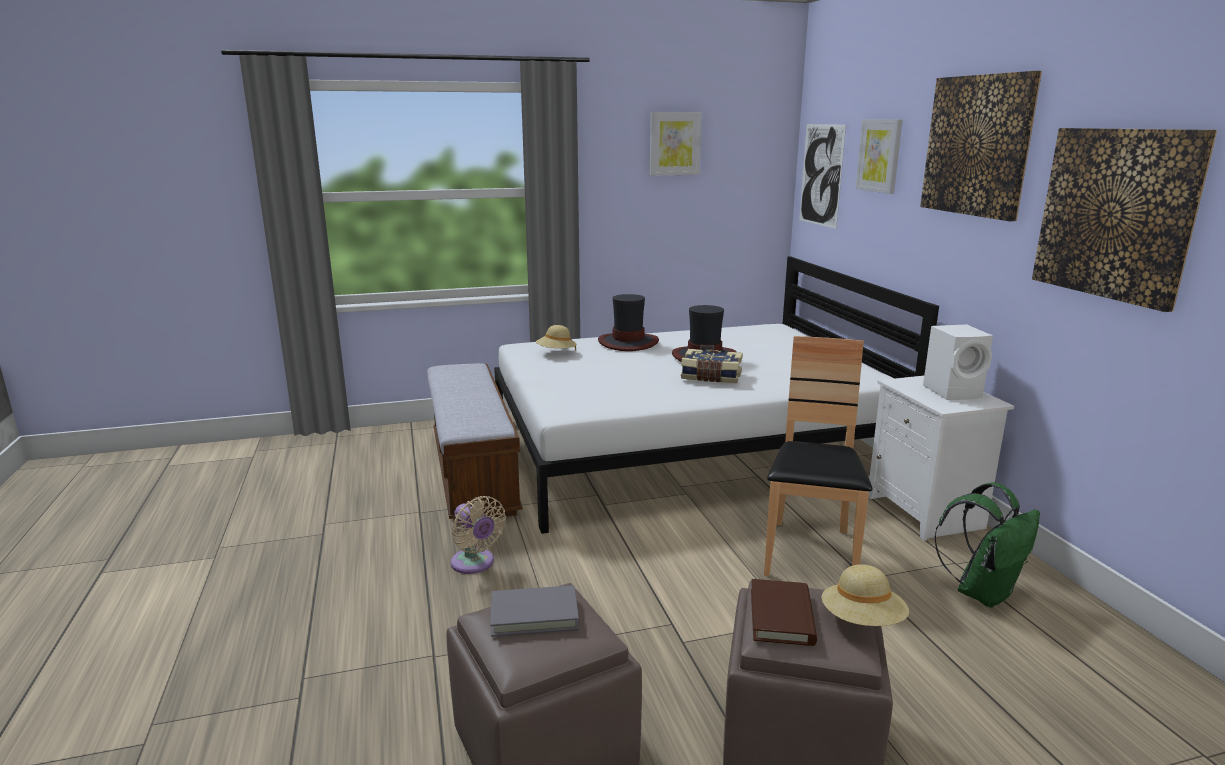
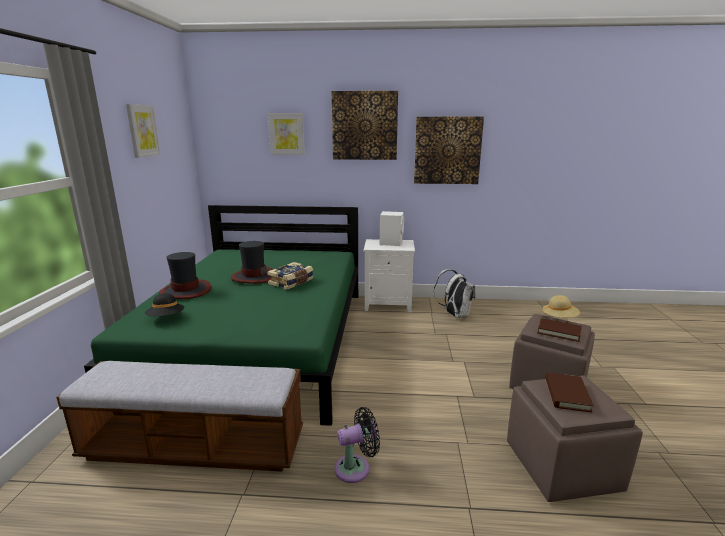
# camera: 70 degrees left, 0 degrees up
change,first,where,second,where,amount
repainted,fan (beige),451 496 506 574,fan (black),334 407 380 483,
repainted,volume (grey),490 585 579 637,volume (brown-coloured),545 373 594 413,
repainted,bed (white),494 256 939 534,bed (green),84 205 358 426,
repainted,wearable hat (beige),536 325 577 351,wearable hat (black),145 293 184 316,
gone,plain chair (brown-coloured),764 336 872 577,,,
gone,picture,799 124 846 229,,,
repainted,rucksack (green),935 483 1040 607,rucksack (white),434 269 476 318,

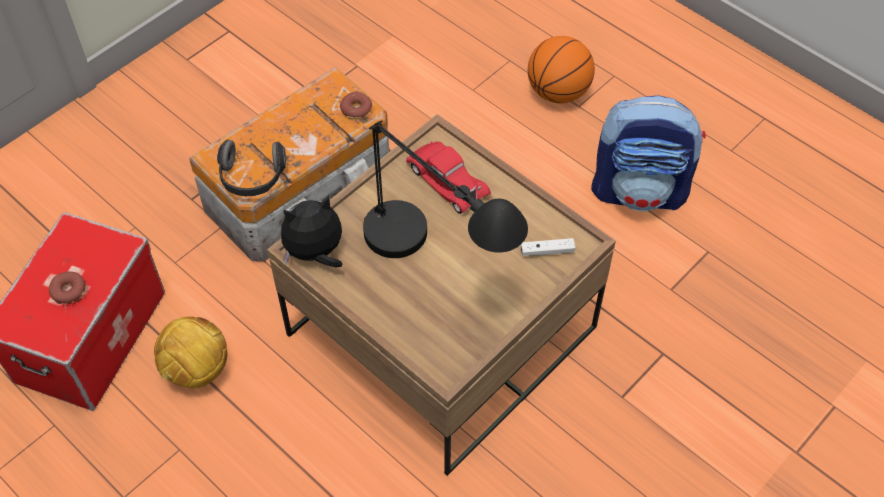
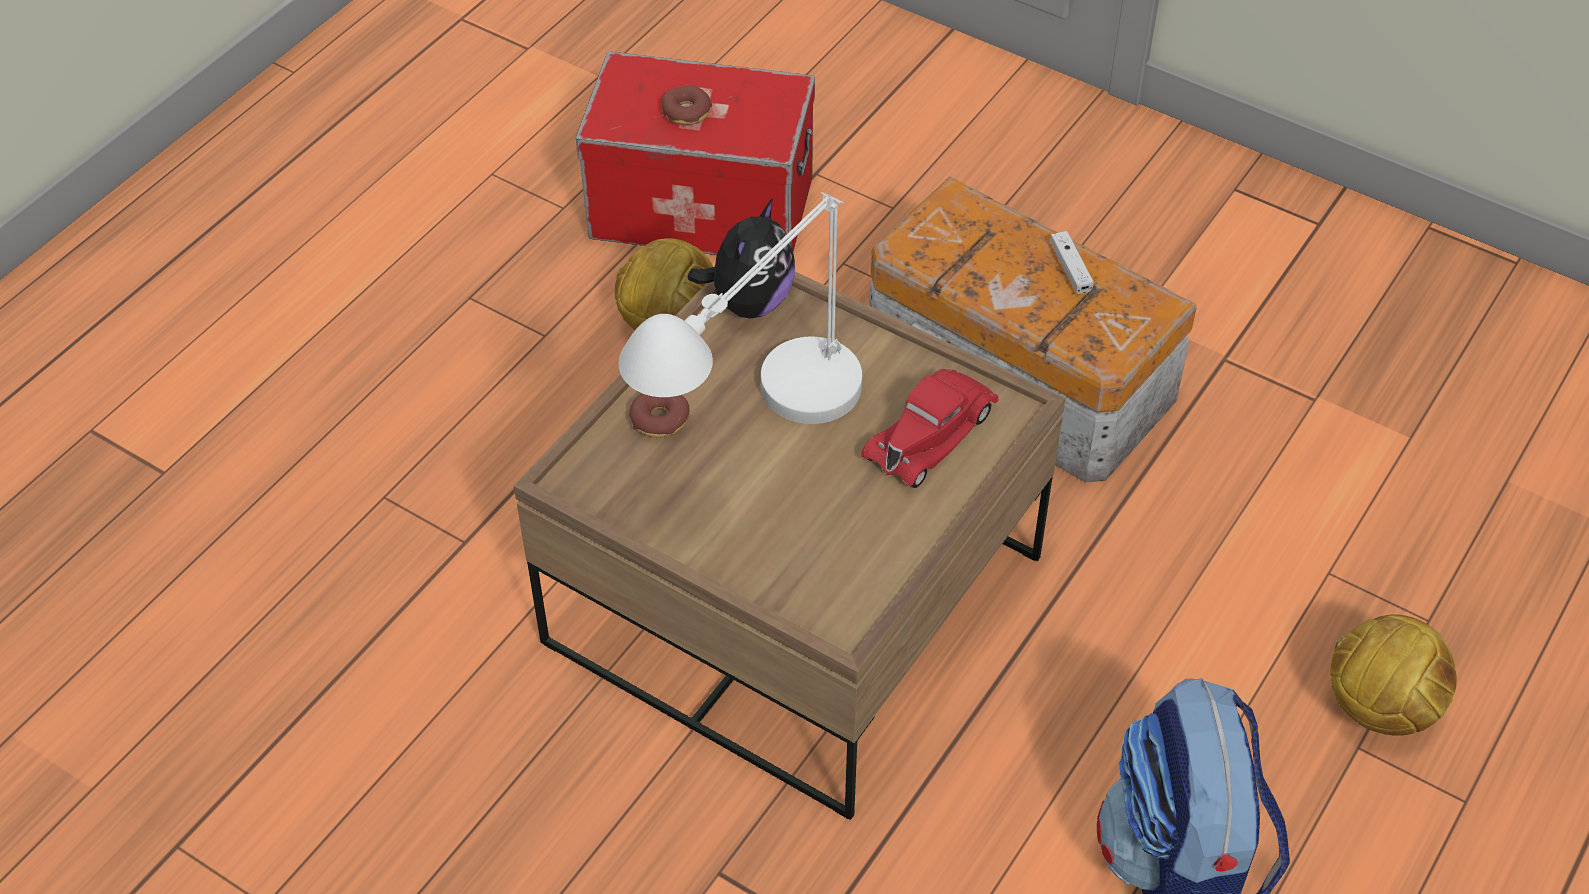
# camera: 80 degrees right, 5 degrees down
change,first,where,second,where,amount
gone,headset,217 139 286 196,,,
rotated,plush toy,281 195 342 268,,688 198 795 318,60 degrees clockwise
shifted,donut,340 91 372 120,,630 393 690 438,
repainted,tabletop lamp (black),363 121 528 258,tabletop lamp (white),619 192 862 424,
shifted,gamepad (white),521 238 575 256,,1050 231 1094 294,
swapped,basketball ball,528 36 595 103,football ball,1330 614 1457 736,

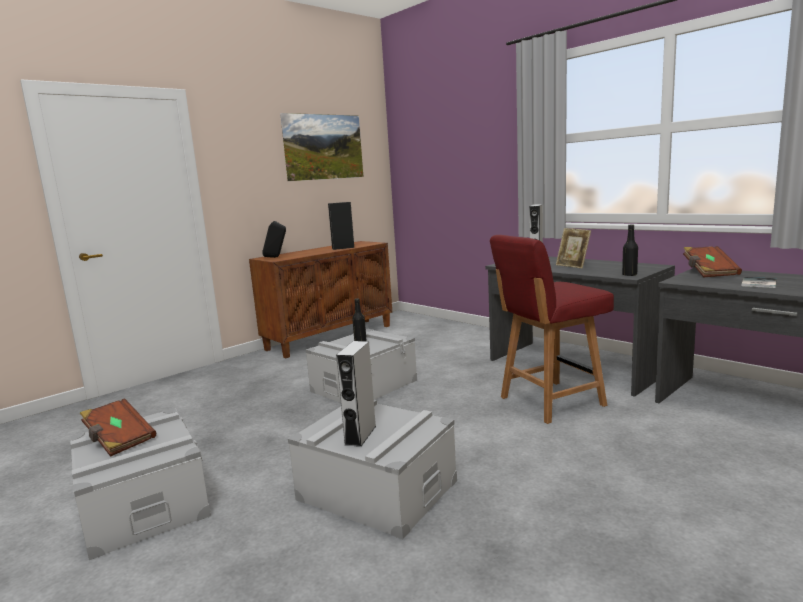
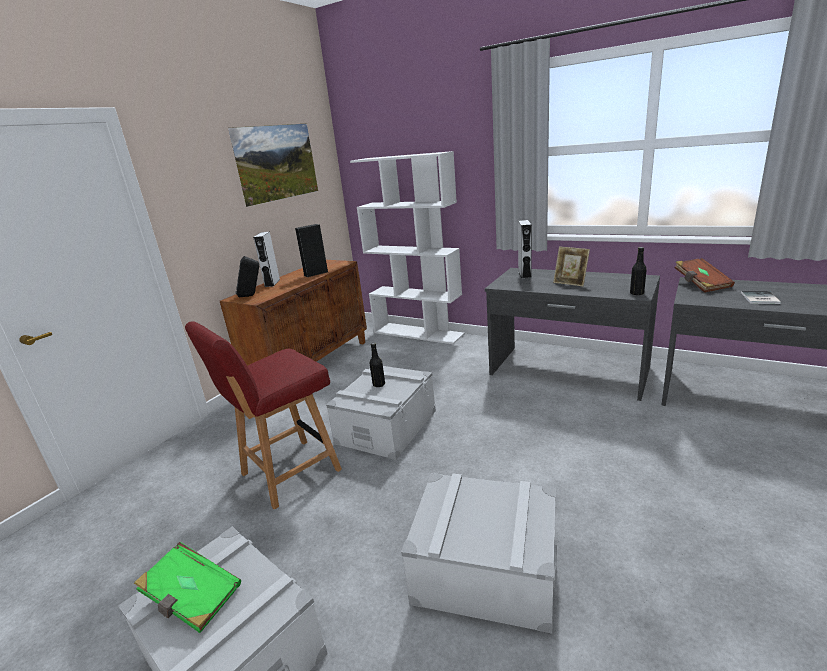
# camera: 15 degrees left, 10 degrees up
change,first,where,second,where,amount
repainted,volume (brown-coloured),80 398 156 457,volume (green),134 542 241 633,
shifted,speaker (grey),336 341 376 447,,253 232 280 287,
shifted,plain chair (red),490 235 614 424,,185 321 342 510,
new,,,bookcase (white),350 151 465 344,

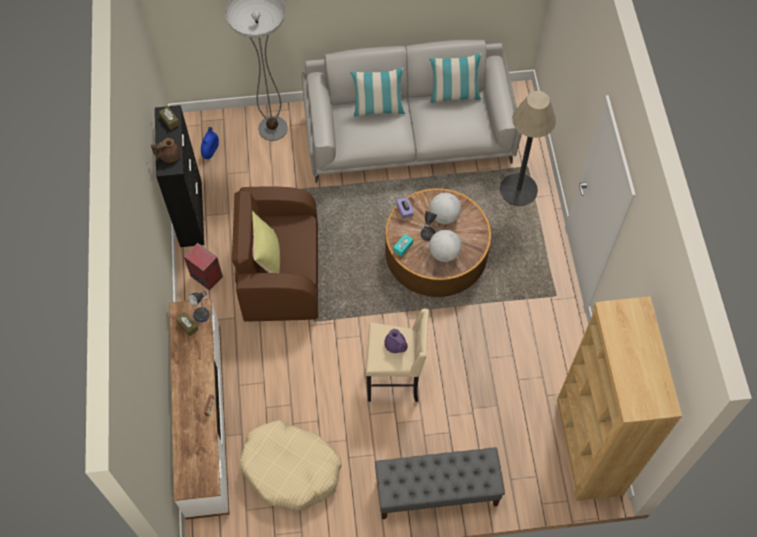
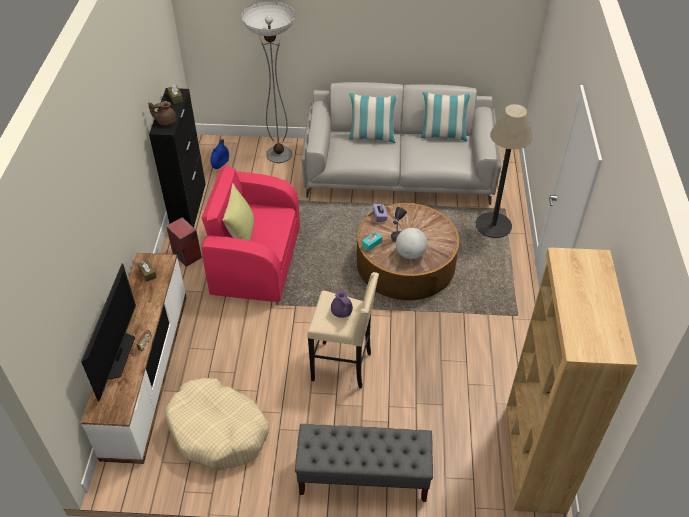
# camera: 10 degrees right, 15 degrees down
change,first,where,second,where,amount
gone,tabletop lamp,188 291 210 323,,,
repainted,lounge chair (brown-coloured),232 187 318 322,lounge chair (pinkish),201 166 300 302,
gone,globe,429 193 461 224,,,
new,,,TV,81 264 136 401,

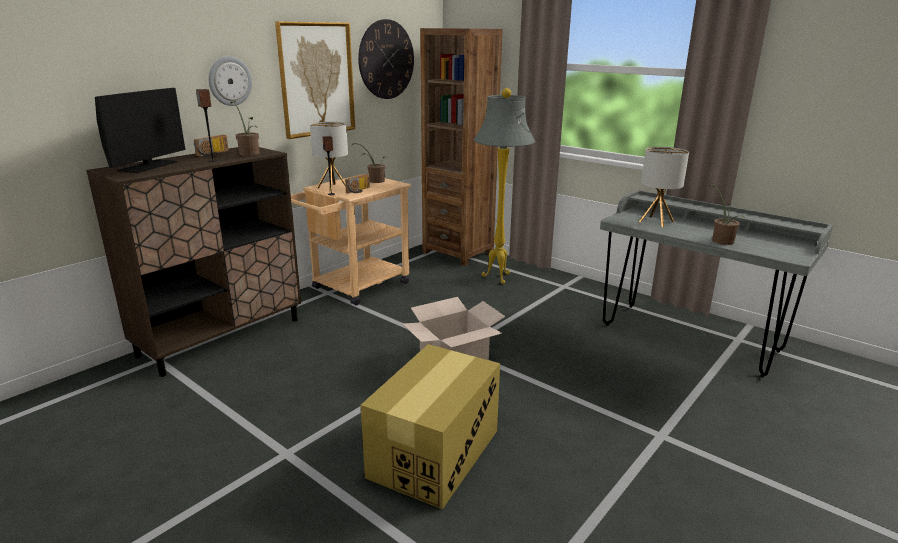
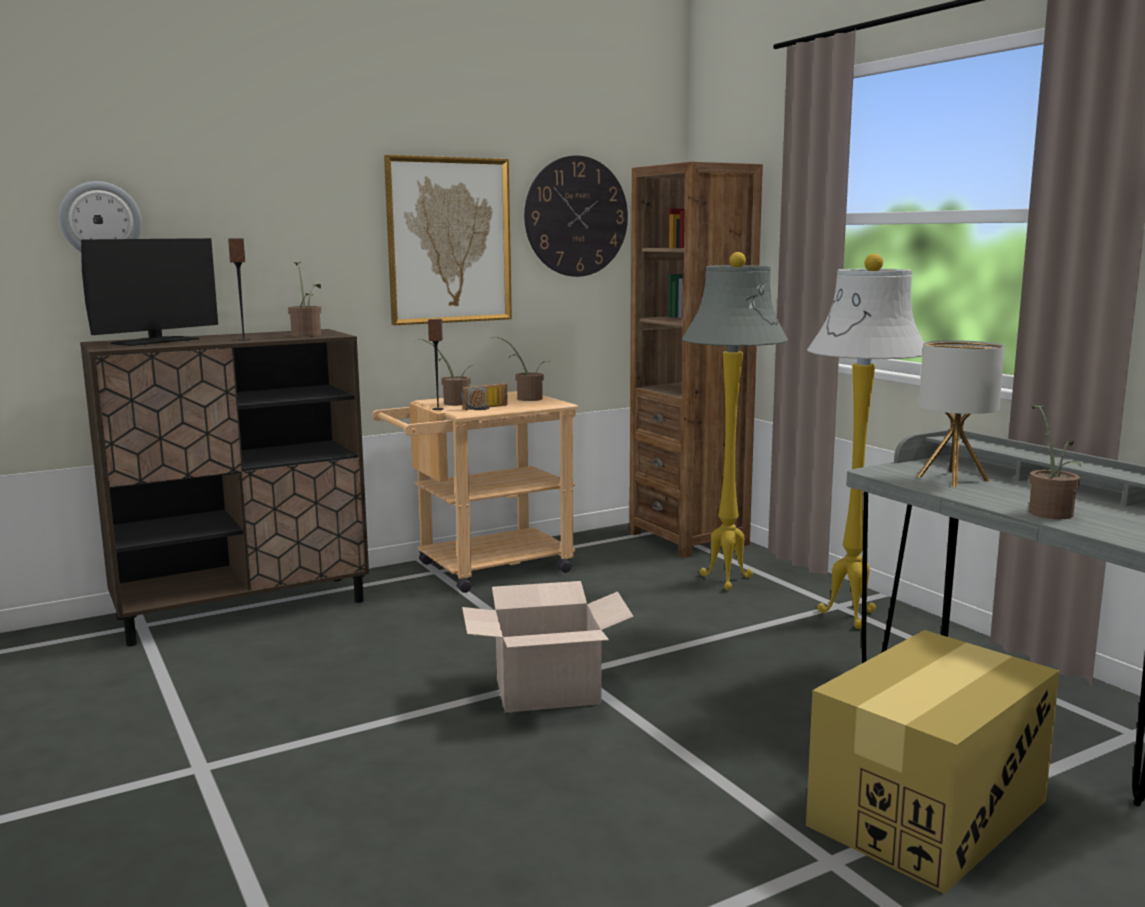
# camera: 20 degrees right, 10 degrees down
change,first,where,second,where,amount
gone,radio receiver,194 135 228 156,,,
shifted,clock on the wall,208 56 252 106,,59 181 142 252,
swapped,tabletop lamp,310 122 348 192,potted plant,419 339 473 406,
shifted,carton,361 344 500 509,,806 630 1060 894,
new,,,floor lamp (white),807 254 924 629,

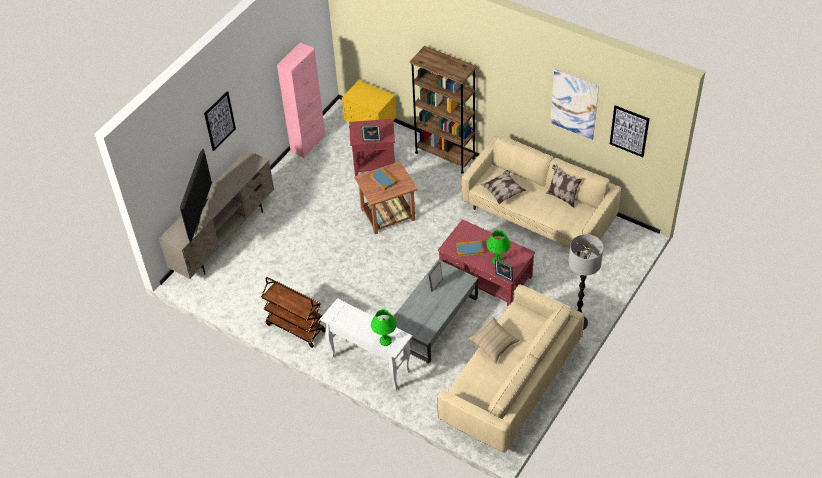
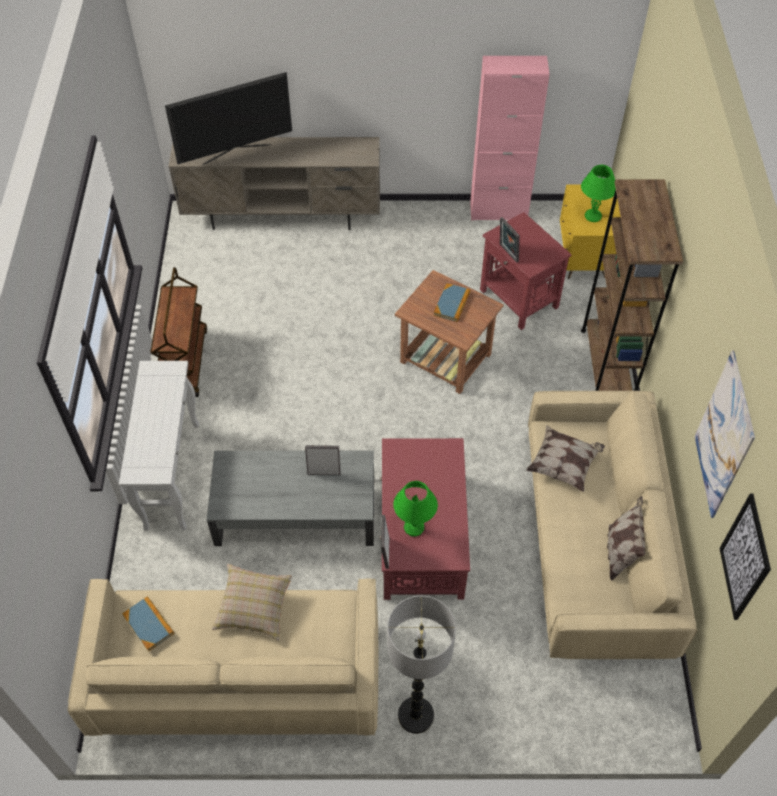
# camera: 55 degrees right, 5 degrees up
change,first,where,second,where,amount
gone,picture,204 91 236 151,,,
shifted,tabletop lamp (green),371 310 397 346,,581 165 616 222,
shifted,volume,456 240 484 257,,122 596 174 652,

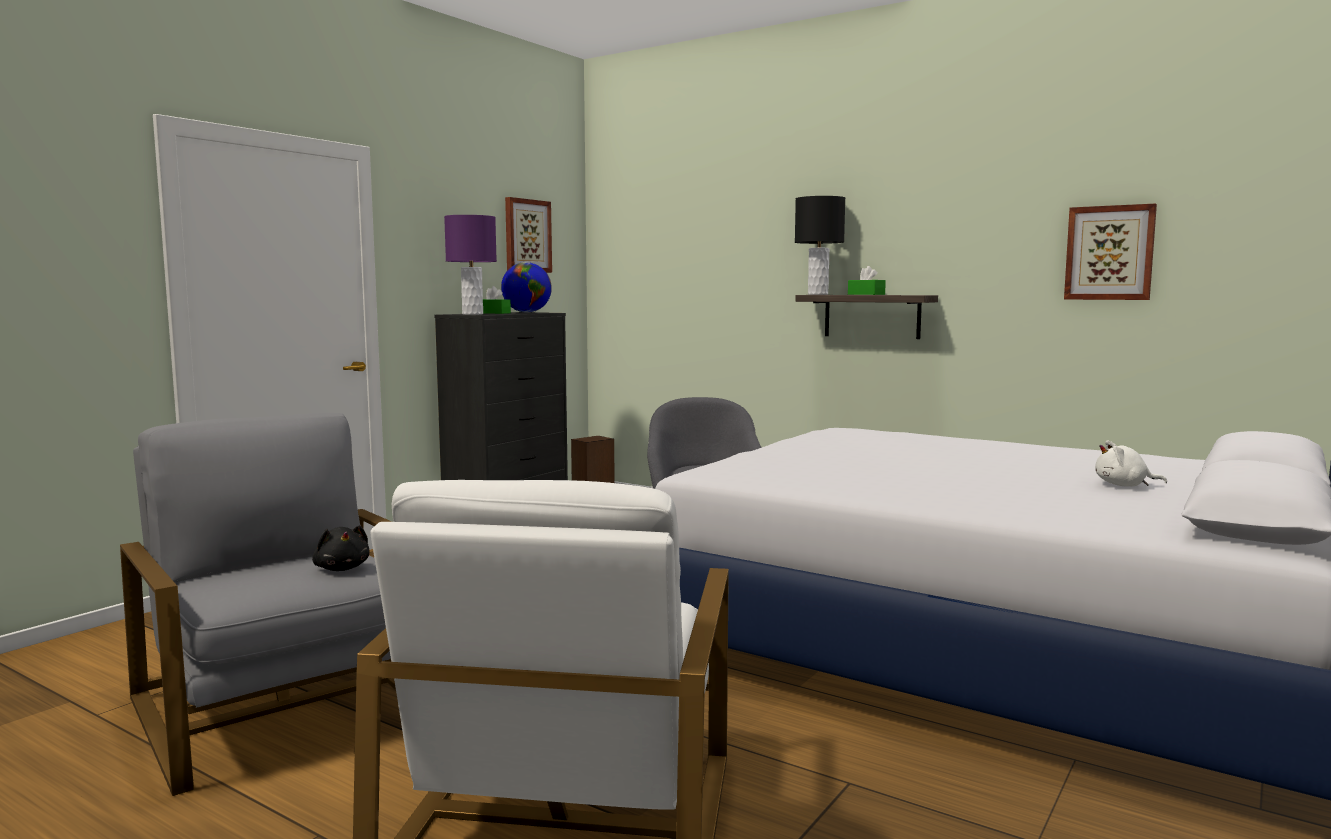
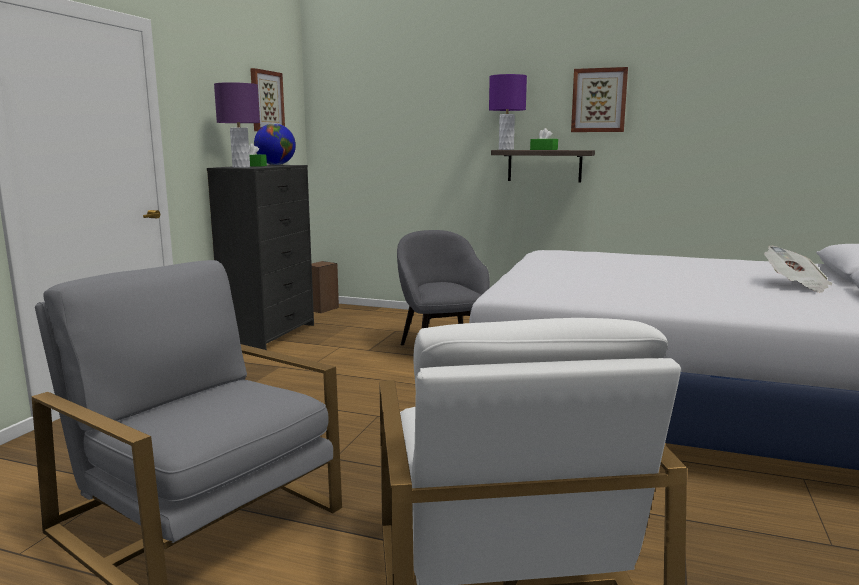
# camera: 15 degrees left, 5 degrees up
change,first,where,second,where,amount
gone,plush toy (black),312 525 369 571,,,
repainted,tabletop lamp (black),795 196 845 295,tabletop lamp (purple),489 74 527 150,
shifted,picture,1064 204 1157 300,,571 67 628 132,
swapped,plush toy (white),1095 440 1167 487,printed paper,764 246 832 293,

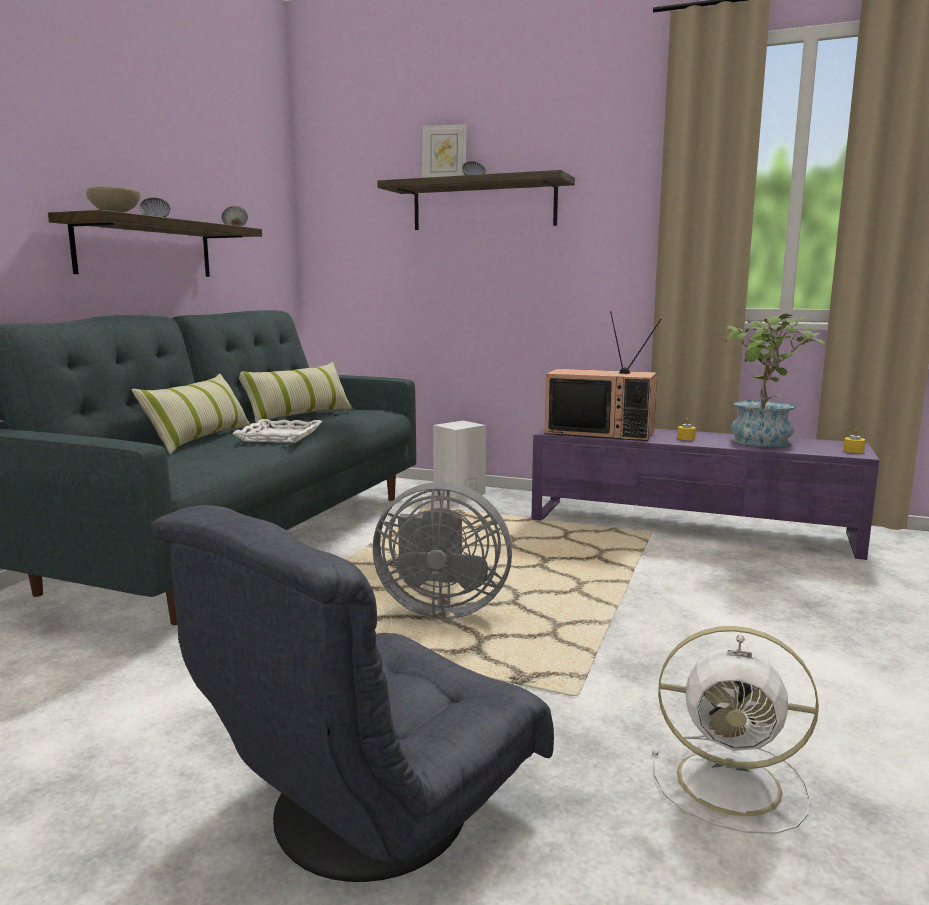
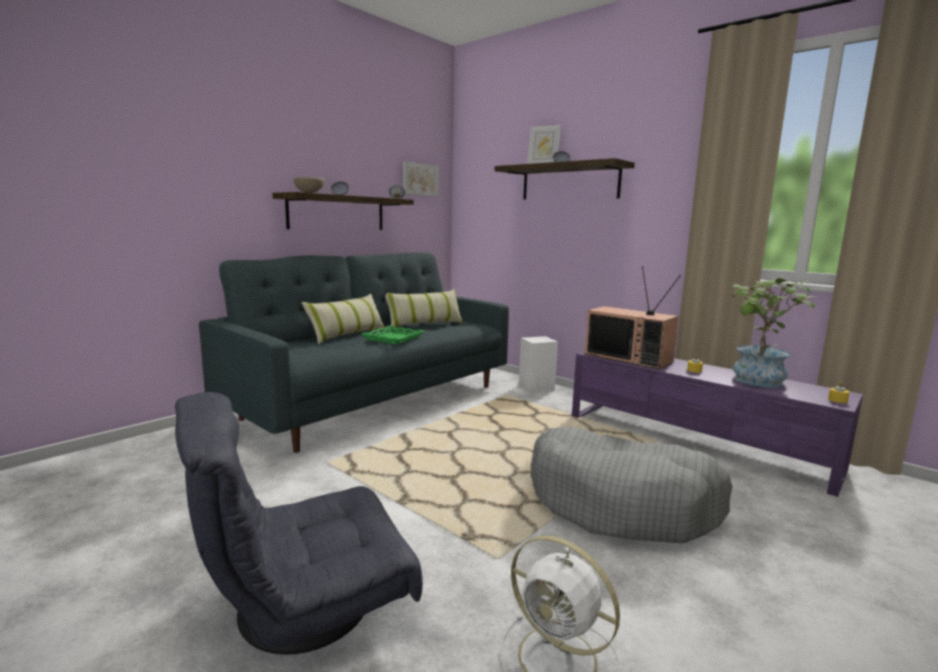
# camera: 20 degrees right, 0 degrees up
change,first,where,second,where,amount
repainted,carrying tray (white),233 419 323 443,carrying tray (green),361 326 424 344,
gone,fan (grey),373 482 512 619,,,
new,,,picture,403 162 439 196,
new,,,dog cushion (grey),531 427 732 544,

